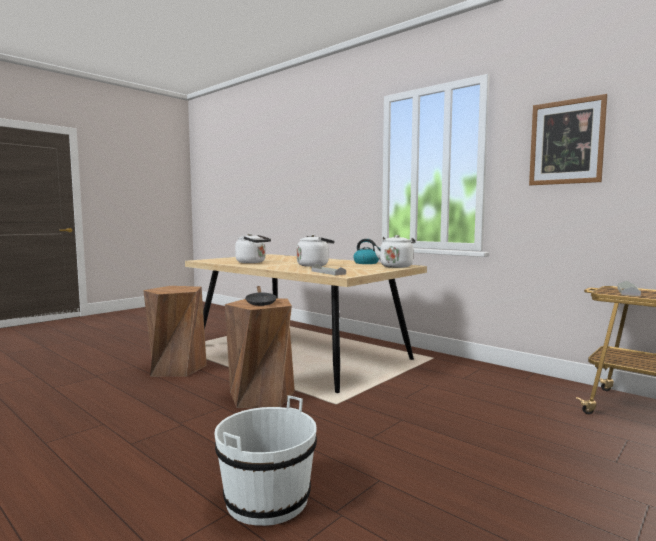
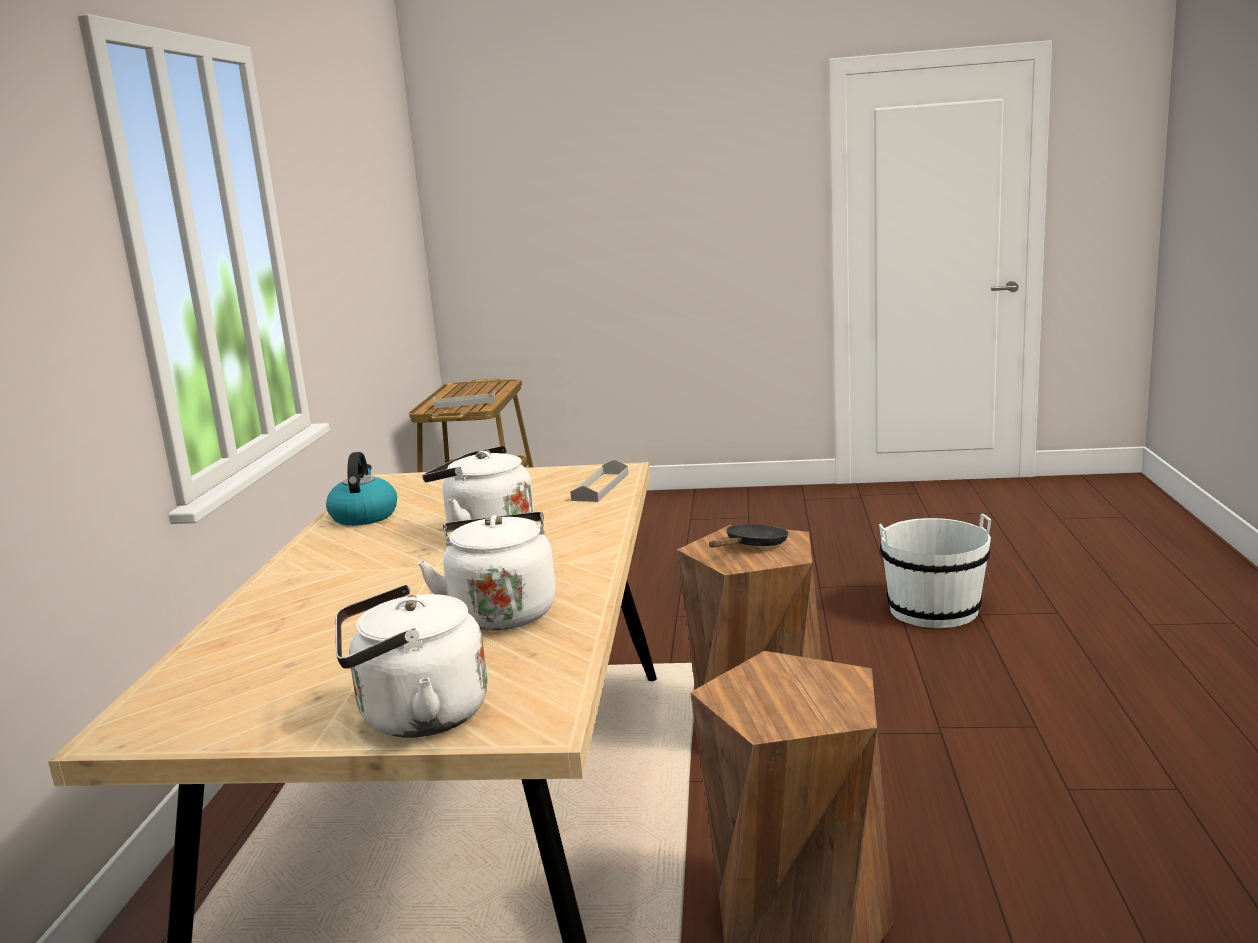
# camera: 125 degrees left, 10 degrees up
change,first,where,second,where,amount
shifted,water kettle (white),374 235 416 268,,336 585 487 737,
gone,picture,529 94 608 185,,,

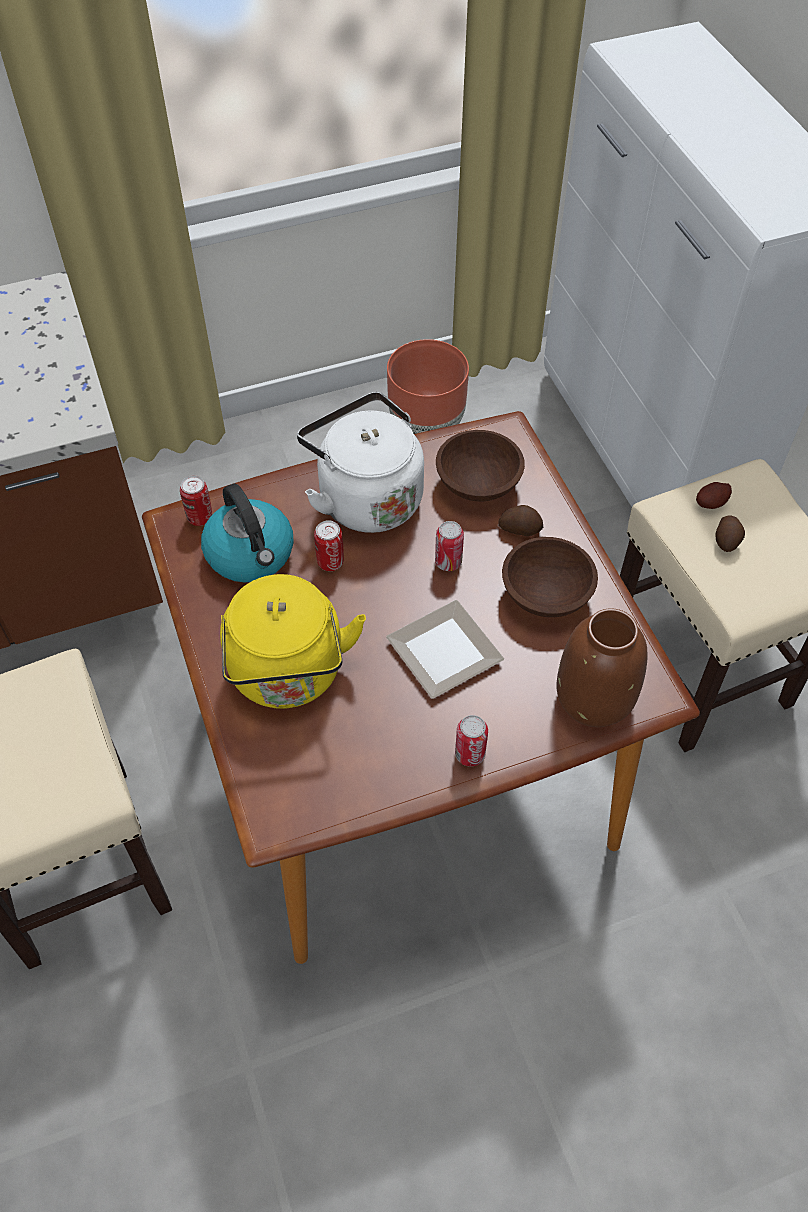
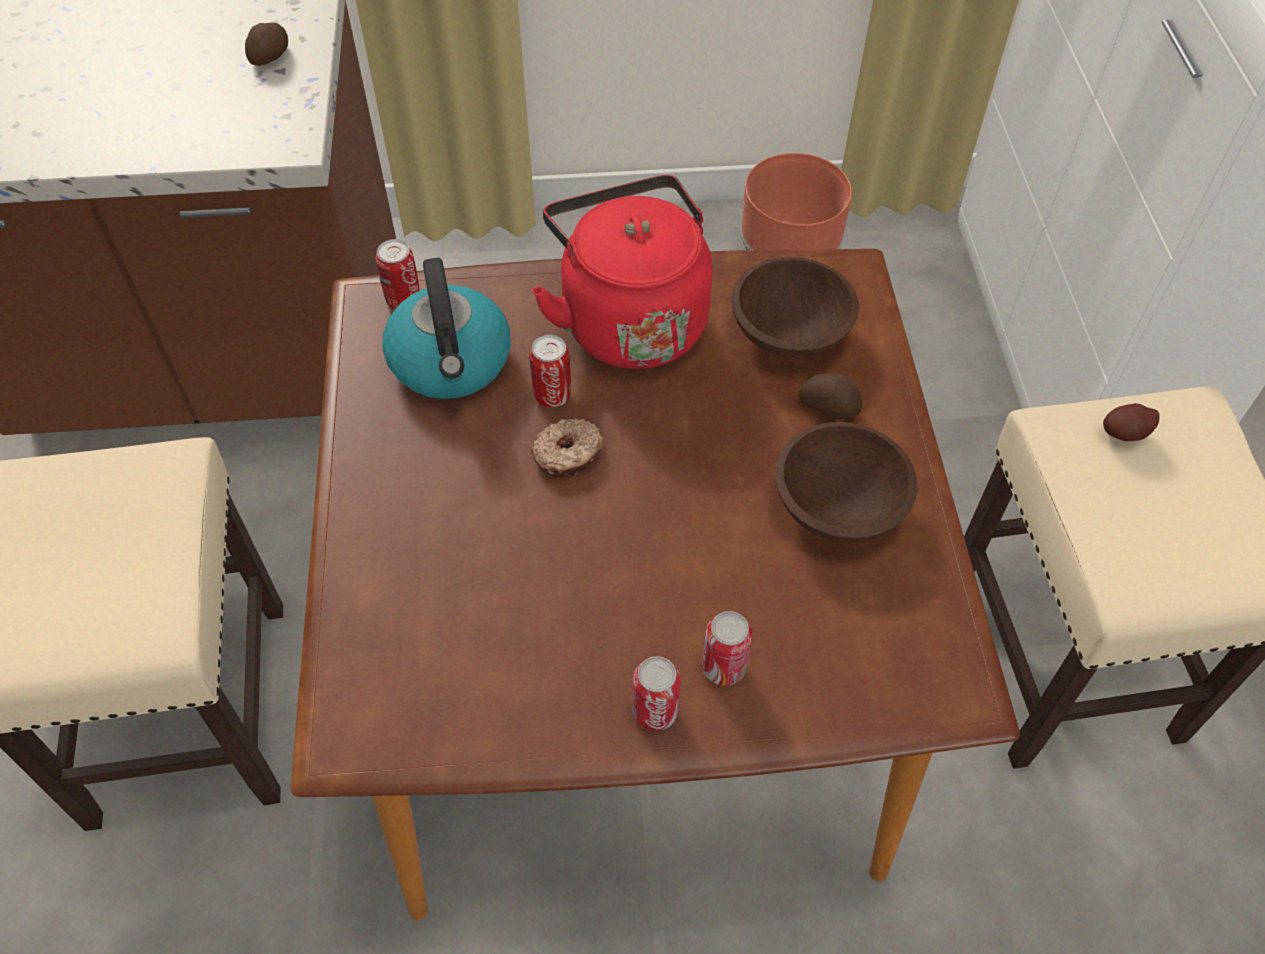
# camera: 15 degrees right, 0 degrees up
change,first,where,second,where,amount
gone,water kettle (yellowish),220 574 366 709,,,
repainted,water kettle (white),297 392 424 533,water kettle (red),532 175 713 369,
gone,dinner plate,386 600 504 699,,,
shifted,metal can,435 521 464 571,,702 611 752 686,
gone,decorative vase (brown-coloured),557 608 647 727,,,
shifted,spud,716 516 745 552,,245 23 288 66,
new,,,donut,531 418 603 477,

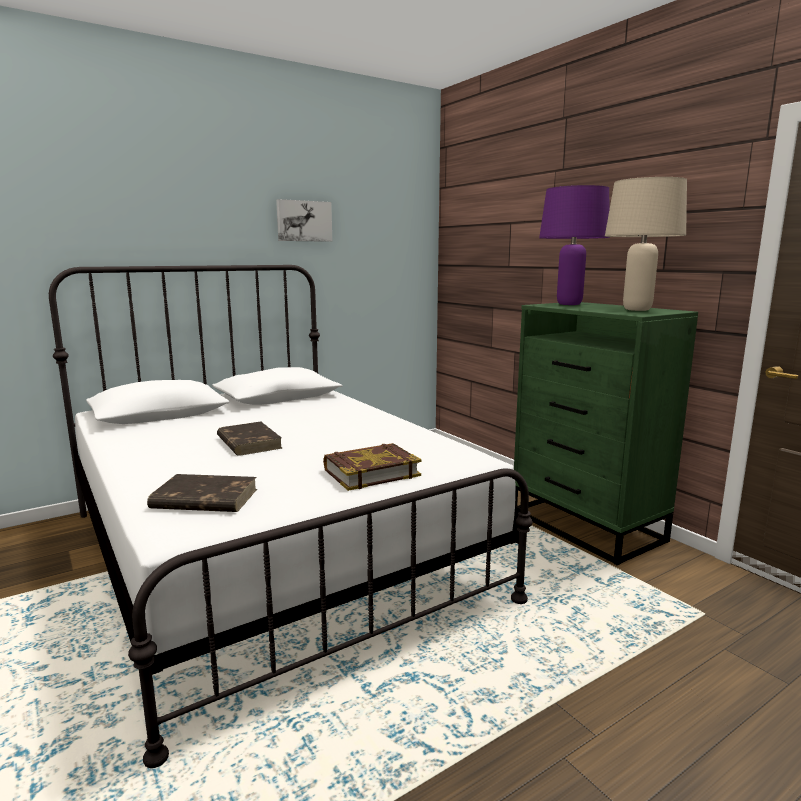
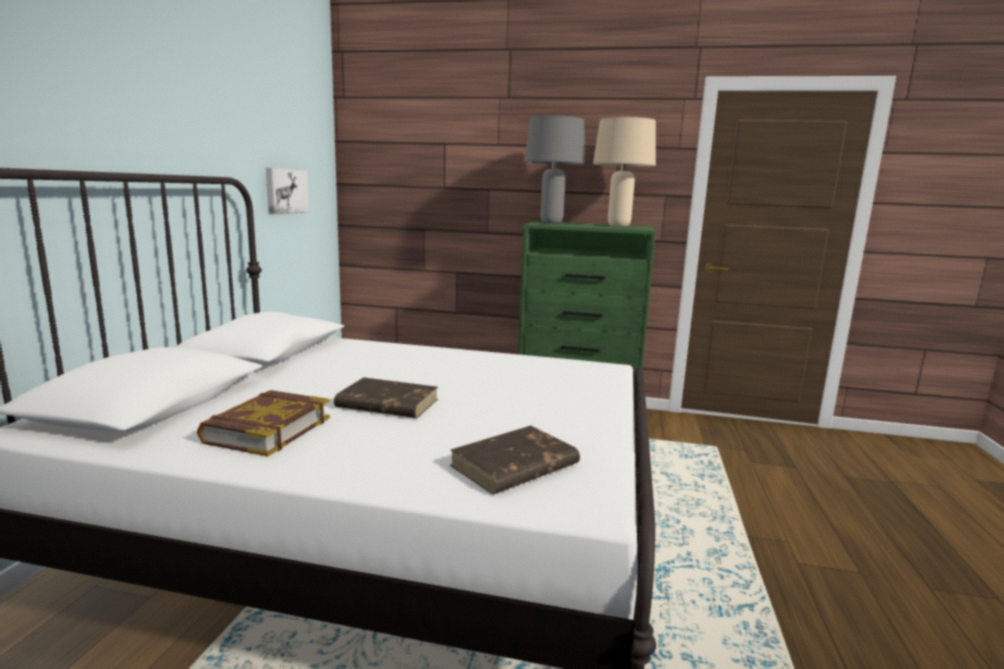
# camera: 45 degrees left, 0 degrees up
change,first,where,second,where,amount
shifted,picture,276 199 332 242,,266 168 309 215,
shifted,volume,323 443 421 491,,197 390 330 457,
repainted,tabletop lamp (purple),539 185 610 305,tabletop lamp (grey),524 115 585 224,

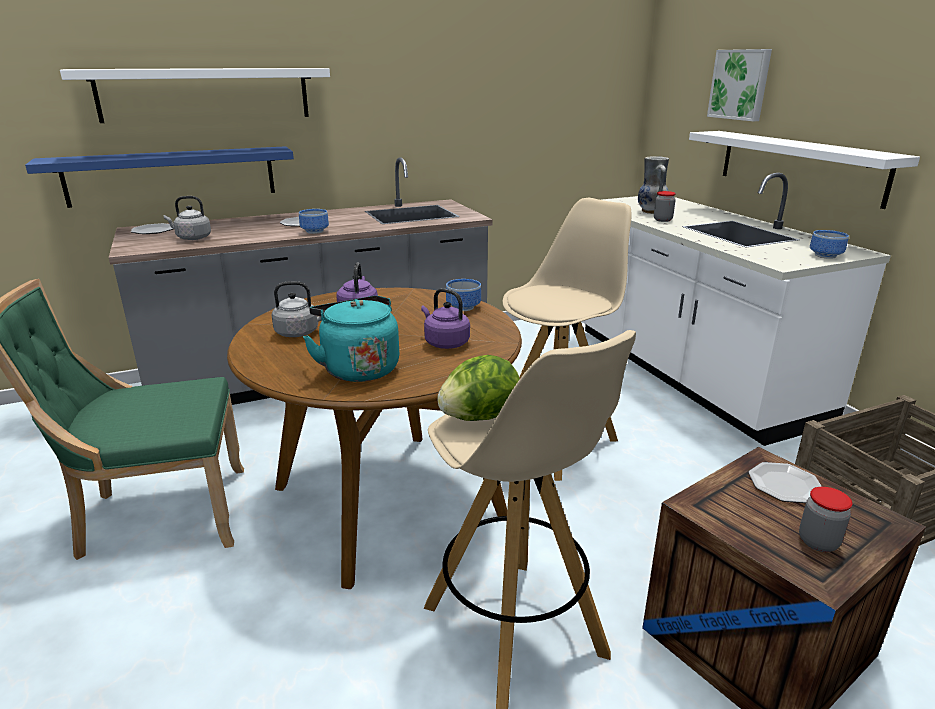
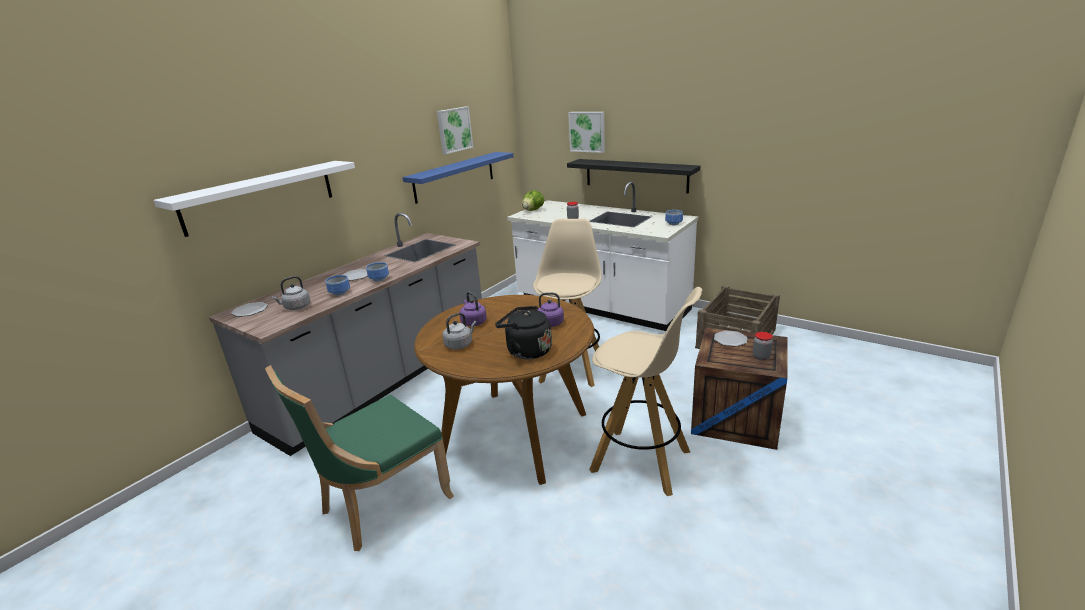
# camera: 30 degrees left, 0 degrees up
change,first,where,second,where,amount
shifted,shelf (blue),25 146 294 208,,403 152 513 204,
repainted,water kettle (blue-green),303 296 399 382,water kettle (black),495 306 552 359,
shifted,lettuce head,437 355 520 421,,522 190 544 211,
shifted,deep dish,446 279 481 311,,325 275 350 296,
gone,decorative vase,638 156 669 214,,,
repainted,shelf (white),689 131 920 209,shelf (black),567 159 701 193,
new,,,picture,437 107 473 154,

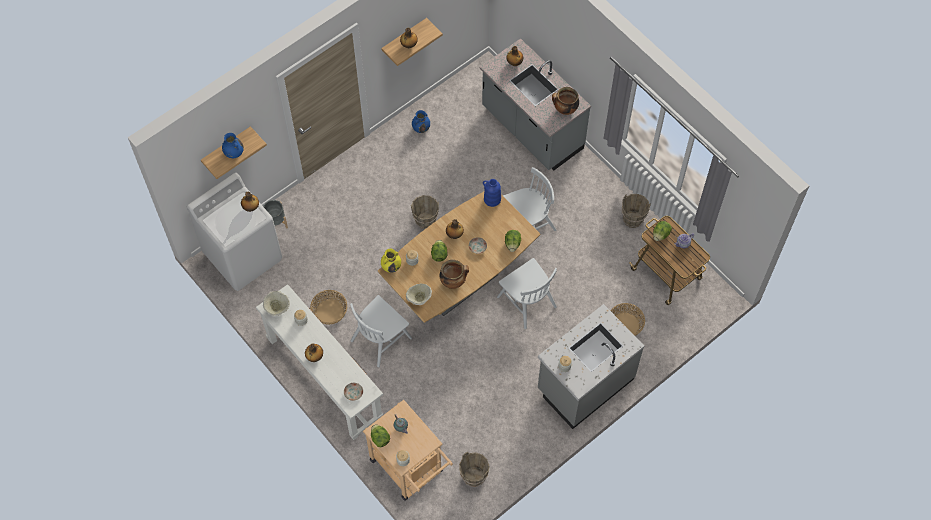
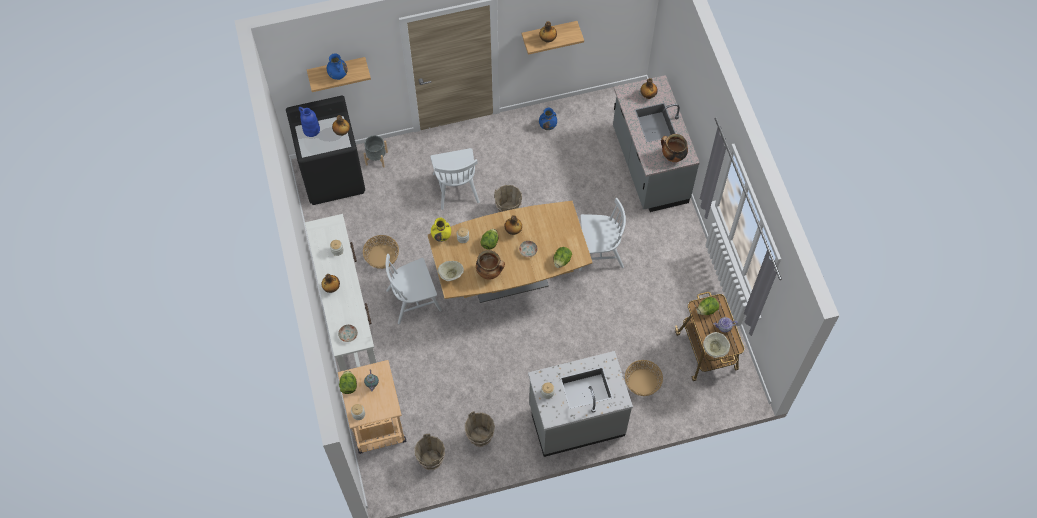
# camera: 25 degrees right, 0 degrees up
change,first,where,second,where,amount
repainted,laundry machine (white),187 173 282 291,laundry machine (black),286 96 365 205,
shifted,deep dish (beige),263 291 290 316,,703 332 730 358,
shifted,decorative vase (blue),483 179 501 207,,299 107 320 137,
shifted,plain chair (white),497 258 557 329,,430 148 480 210,
shifted,bucket (brown-coloured),622 194 651 228,,465 411 495 447,

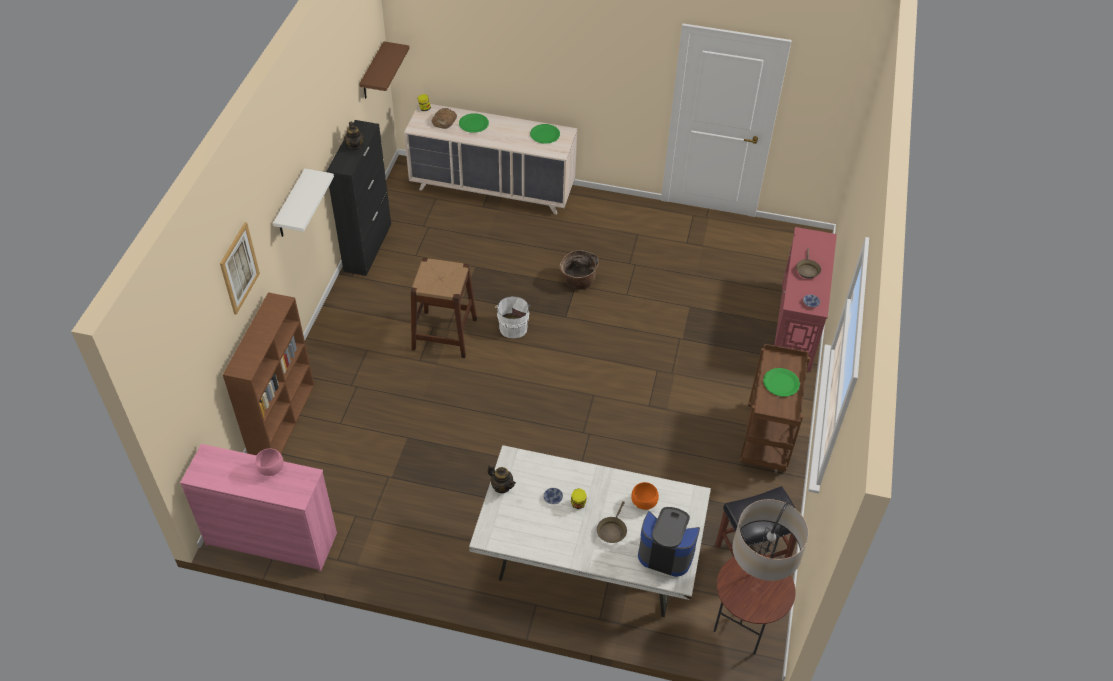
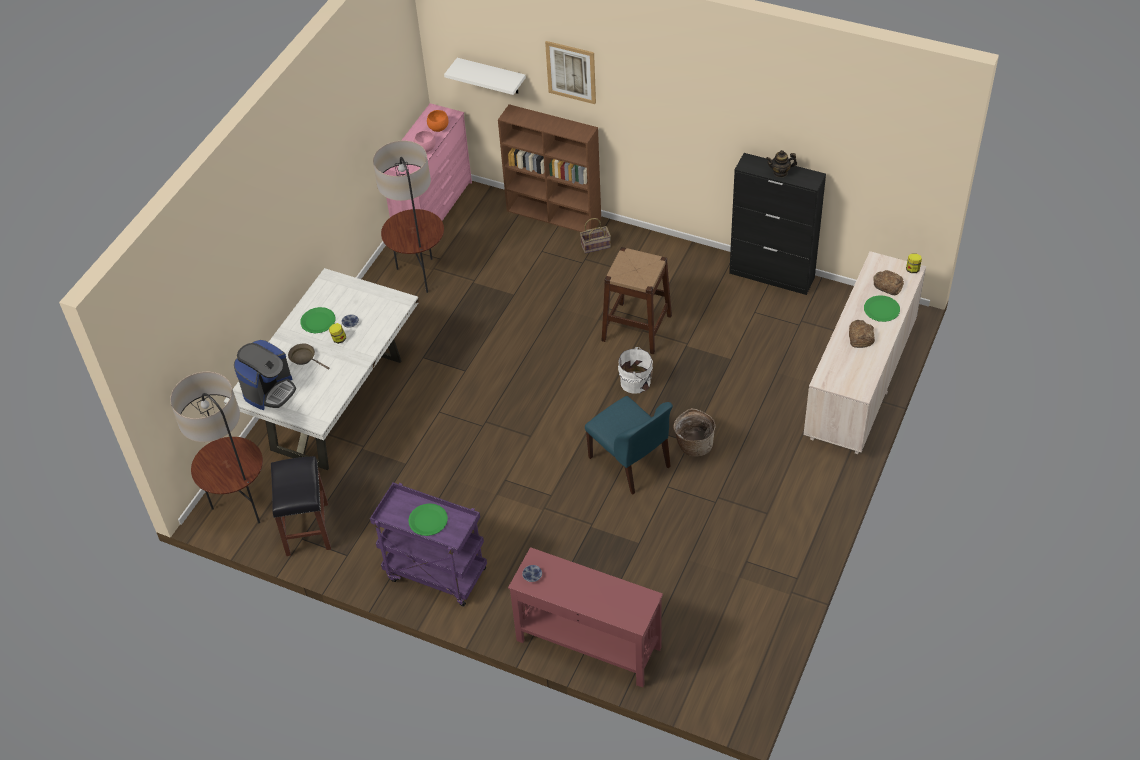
# camera: 105 degrees right, 0 degrees up
change,first,where,second,where,amount
shifted,shelf (white),273 169 334 237,,444 58 526 95,
gone,shelf (brown-coloured),359 41 410 99,,,
gone,teapot,487 464 516 493,,,
shifted,dinner plate (green),530 124 560 144,,300 307 335 333,
shifted,deep dish (orange),631 482 659 510,,427 110 448 132,
repainted,cart (brown-coloured),740 344 810 471,cart (purple),370 482 487 606,
gone,frying pan (brown-coloured),796 248 821 279,,,
new,,,floor lamp,373 141 444 293,
new,,,storage basket,580 218 611 254,
new,,,plain chair (blue),585 396 673 495,
new,,,bakery bread,849 320 875 348,

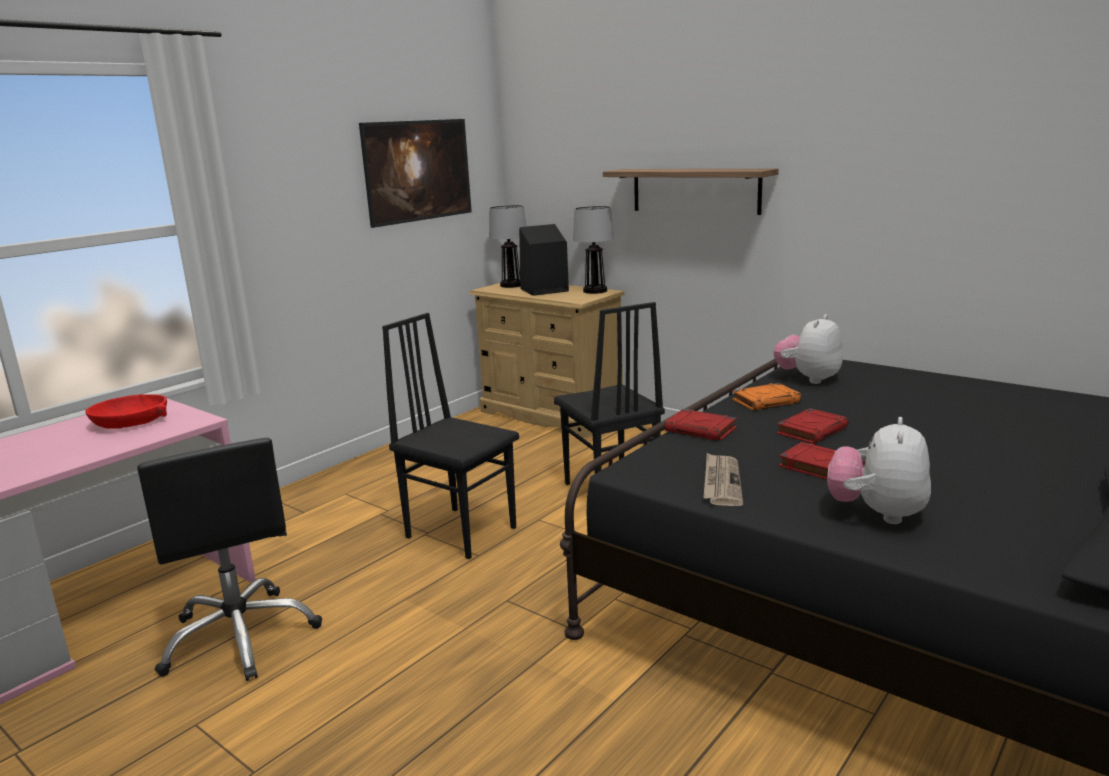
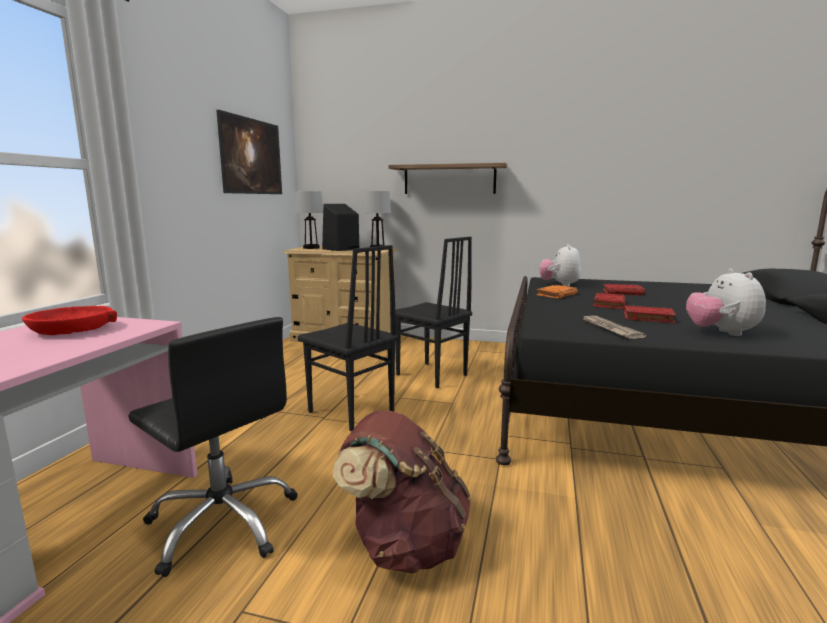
# camera: 25 degrees left, 5 degrees down
change,first,where,second,where,amount
rotated,plain chair (black),382 313 519 559,,298 245 398 432,150 degrees counterclockwise
shifted,volume (red),664 409 737 441,,603 284 645 295,
new,,,rucksack (brown-coloured),333 410 471 573,

